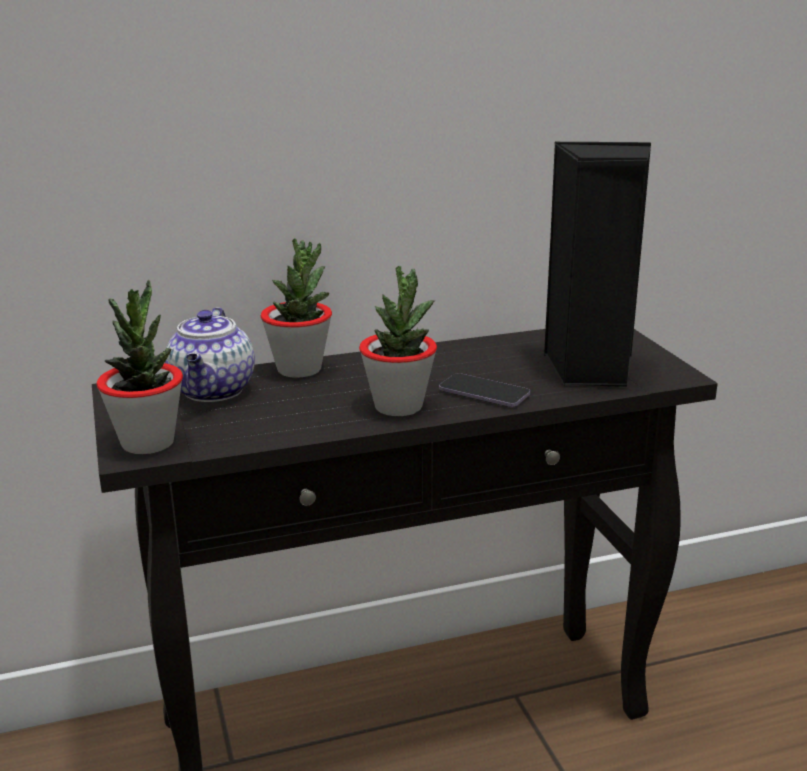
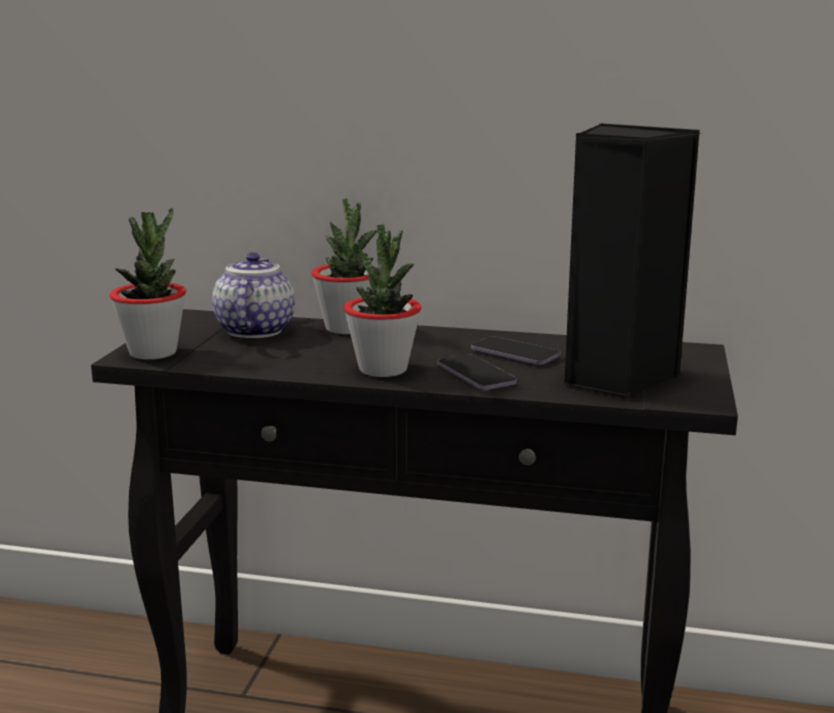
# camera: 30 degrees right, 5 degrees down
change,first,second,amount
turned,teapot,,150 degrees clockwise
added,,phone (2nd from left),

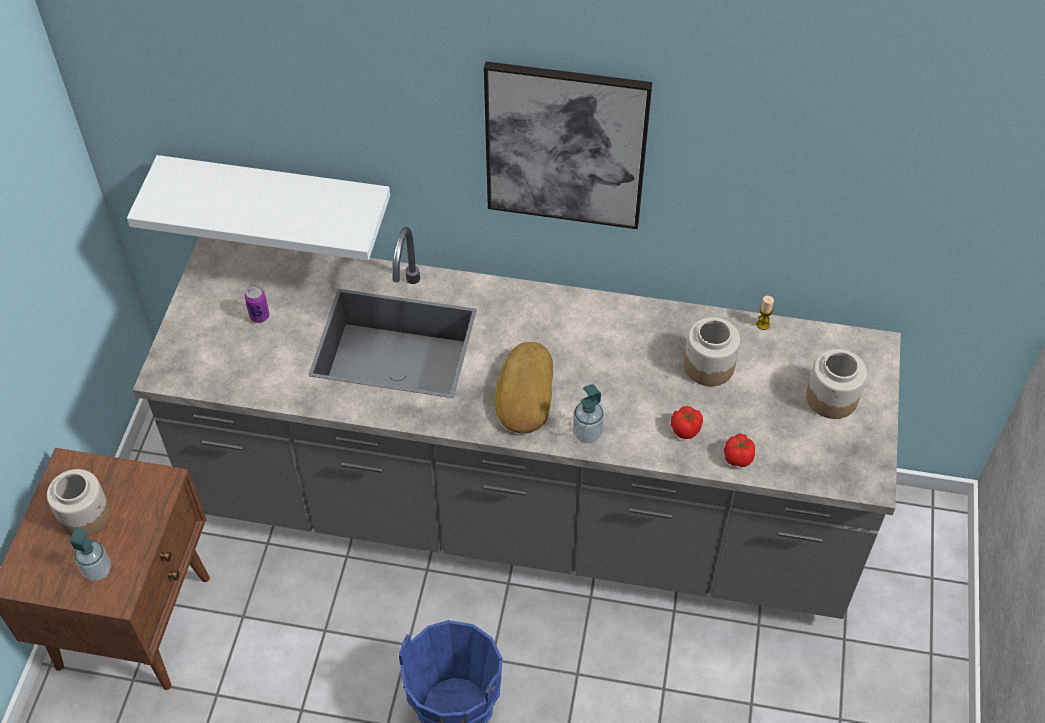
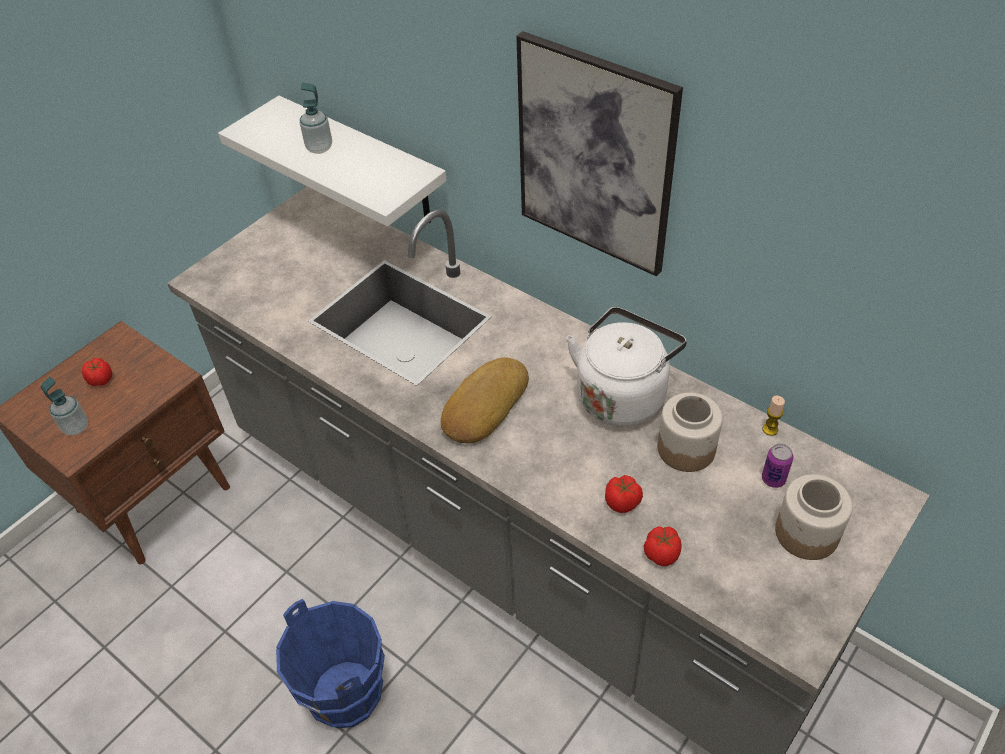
# camera: 30 degrees right, 5 degrees down
change,first,second,amount
replaced,jar (1st from left),tomato (1st from left),
moved,can,,
moved,soap dispenser (2nd from left),,
added,,kettle/white,

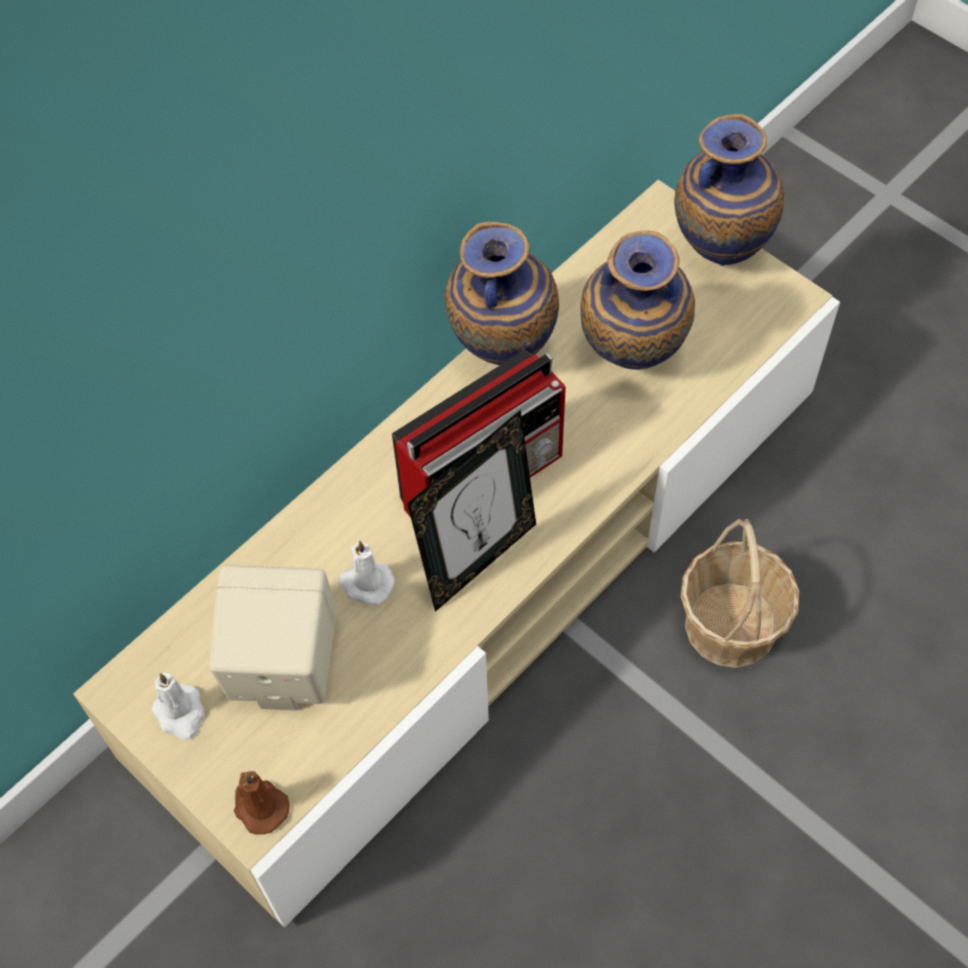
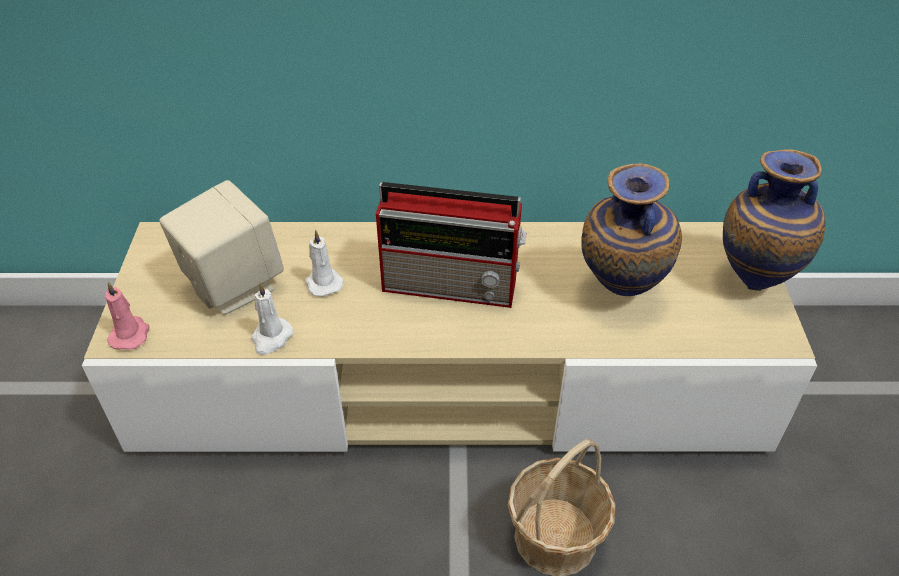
# camera: 45 degrees right, 15 degrees down
change,first,second,amount
moved,candle/white (1st from left),,
recoloured,candle/brown,candle/pink,
removed,picture frame,,
removed,vase (1st from left),,

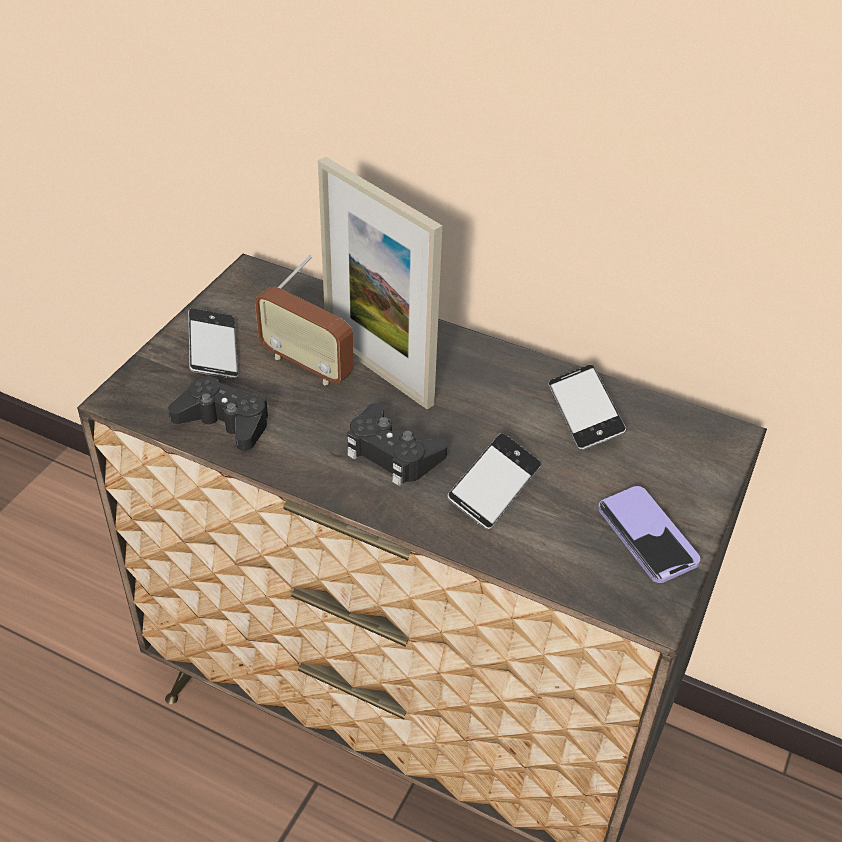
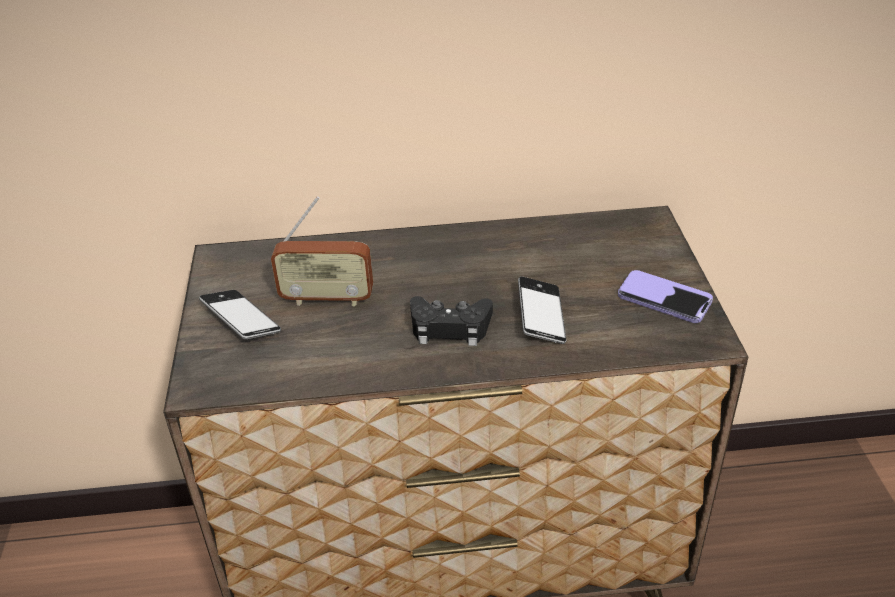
# camera: 30 degrees left, 5 degrees down
change,first,second,amount
removed,game controller/black (1st from left),,
removed,picture frame,,
removed,phone (3rd from left),,

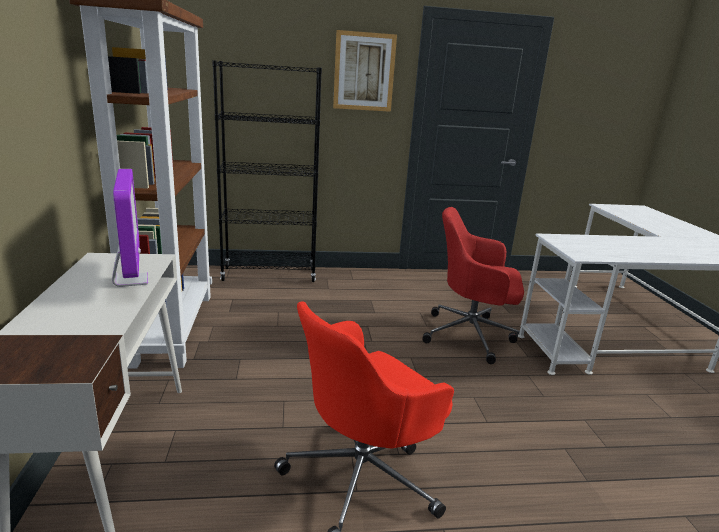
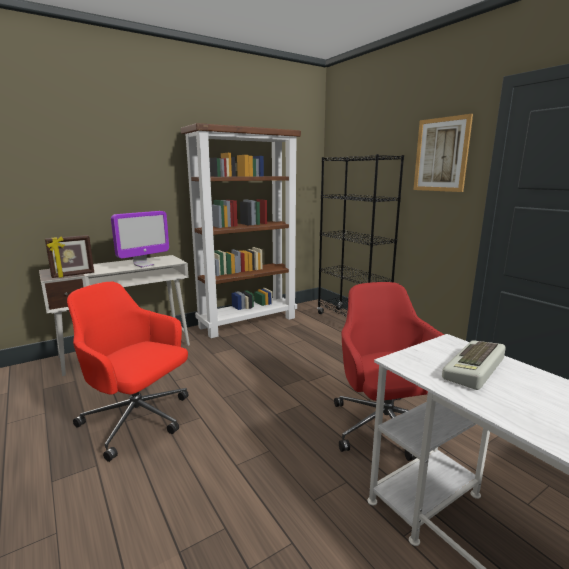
# camera: 65 degrees right, 5 degrees down
change,first,second,amount
added,,picture frame,
added,,keyboard,

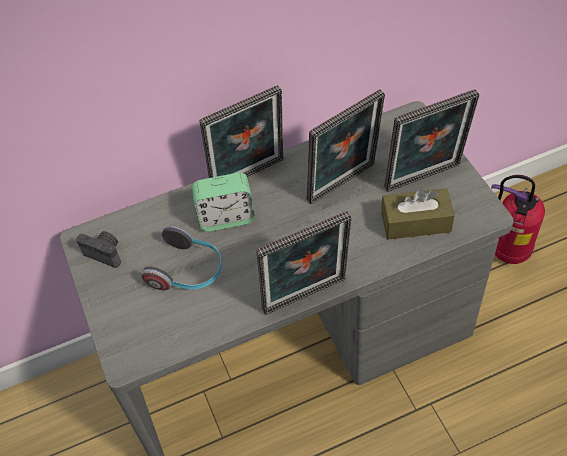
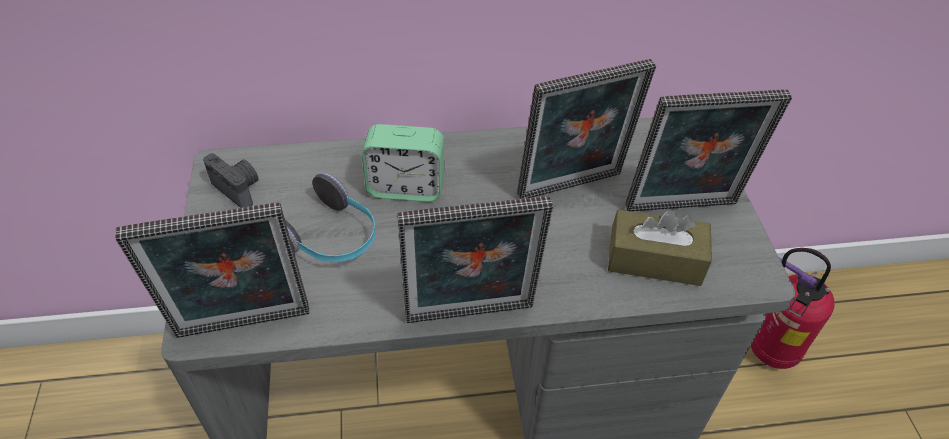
# camera: 10 degrees right, 5 degrees down
change,first,second,amount
moved,picture frame (1st from left),,

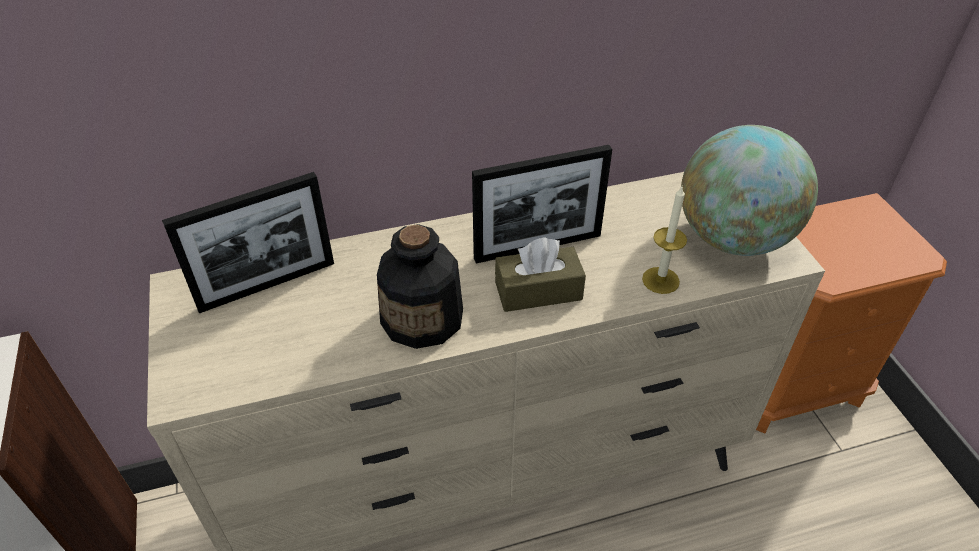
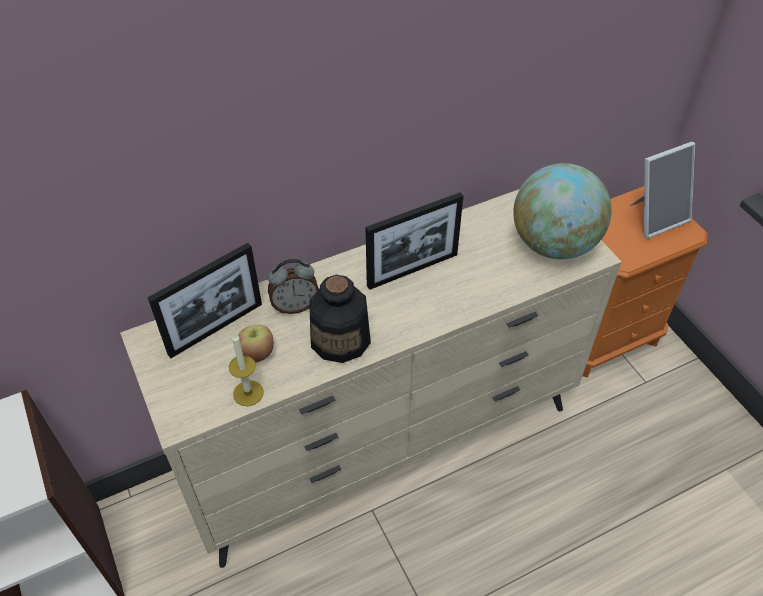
# camera: 10 degrees left, 5 degrees up
change,first,second,amount
removed,tissue box/brown,,
moved,candle,,
added,,apple,
added,,alarm clock,
added,,picture frame (3rd from left),

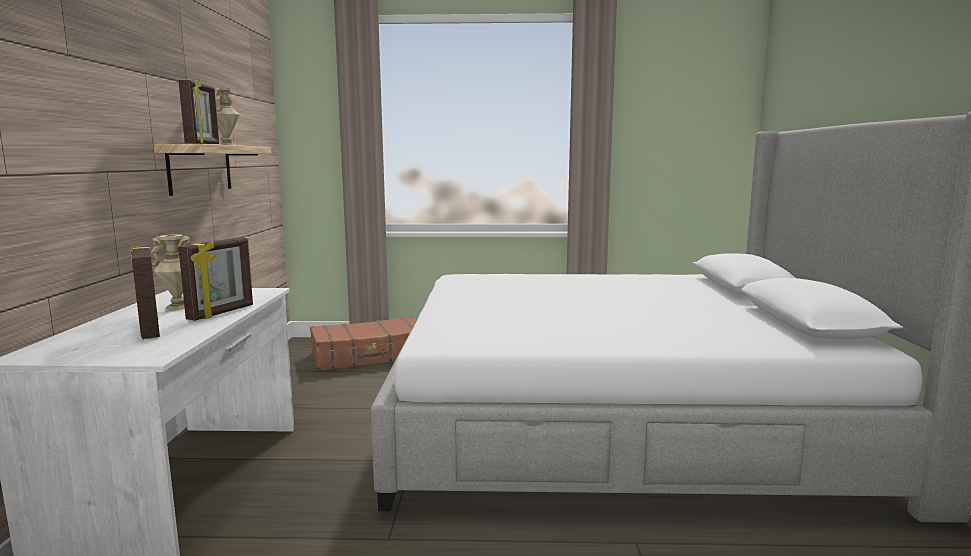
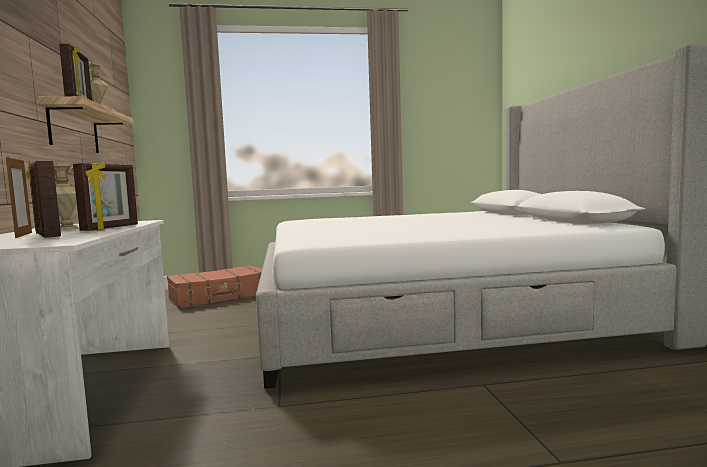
# camera: 10 degrees left, 5 degrees down
change,first,second,amount
added,,picture frame (1st from left),

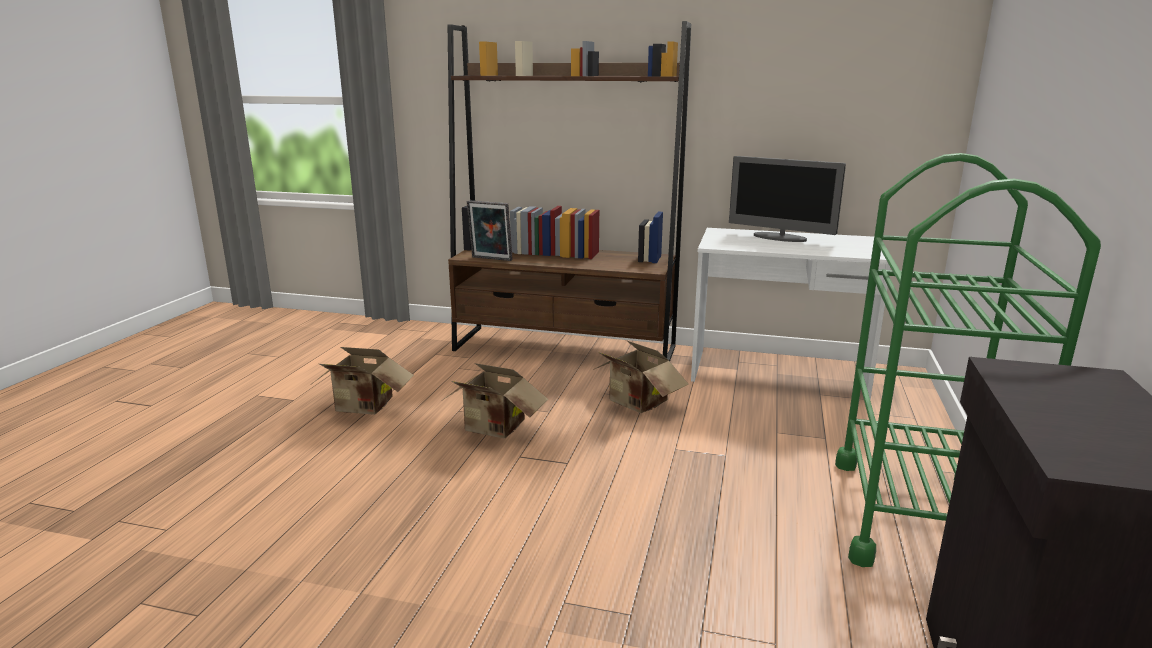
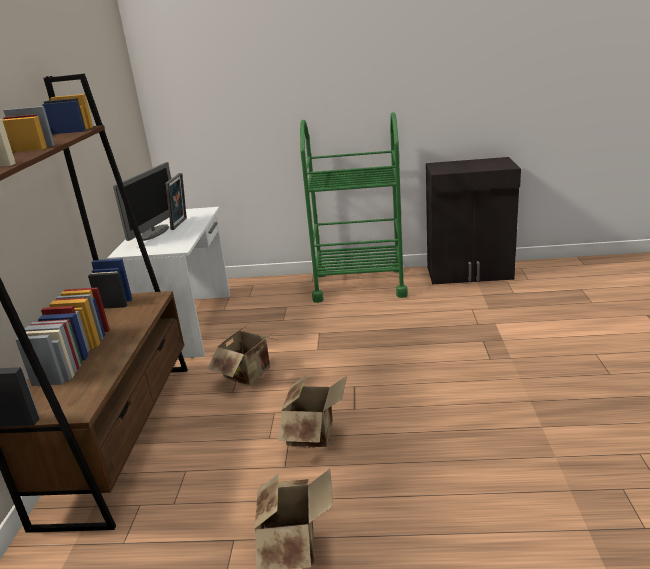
# camera: 100 degrees left, 5 degrees up
change,first,second,amount
moved,picture frame,,

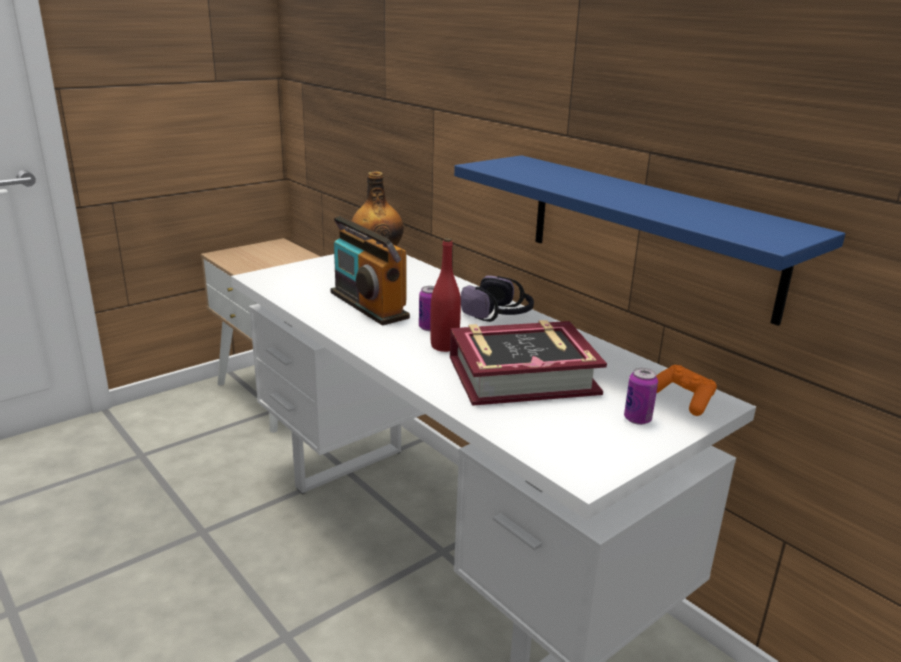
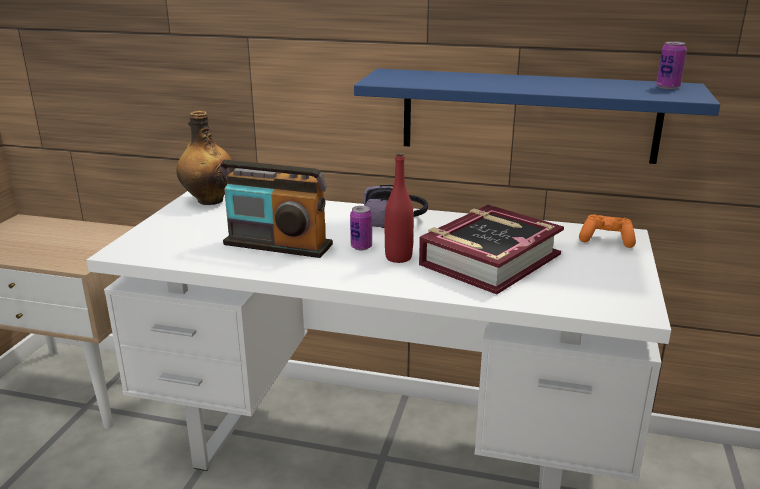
# camera: 35 degrees left, 0 degrees up
change,first,second,amount
moved,can (2nd from left),,

